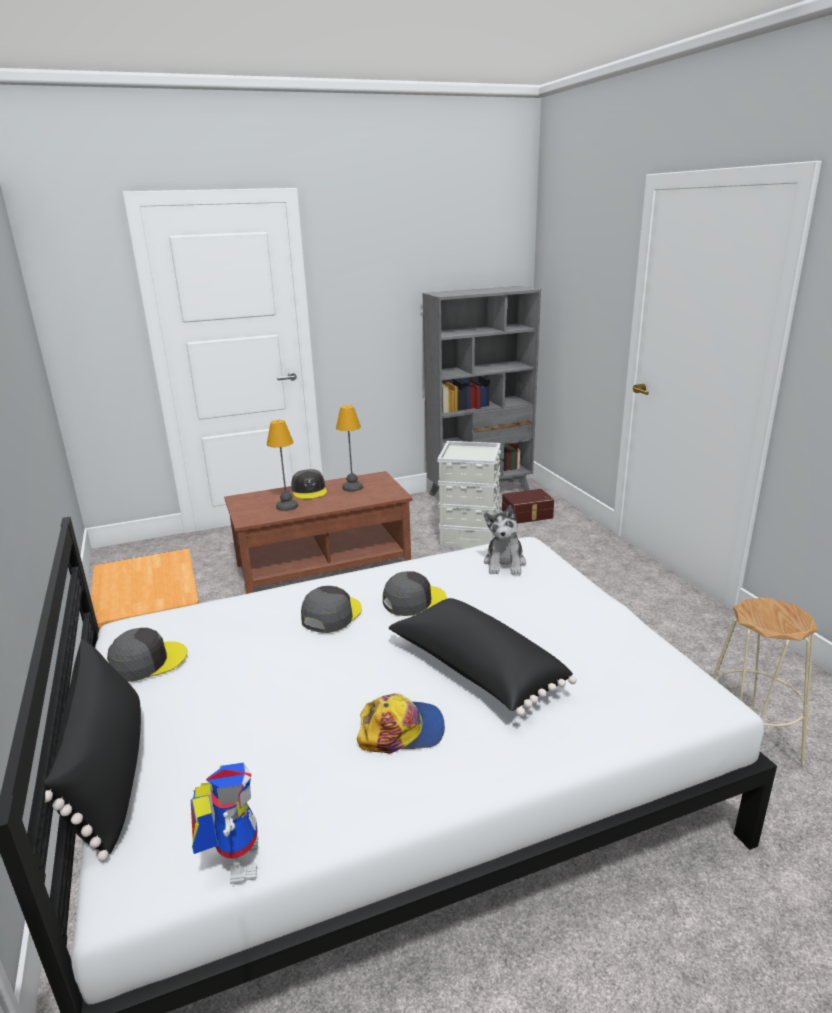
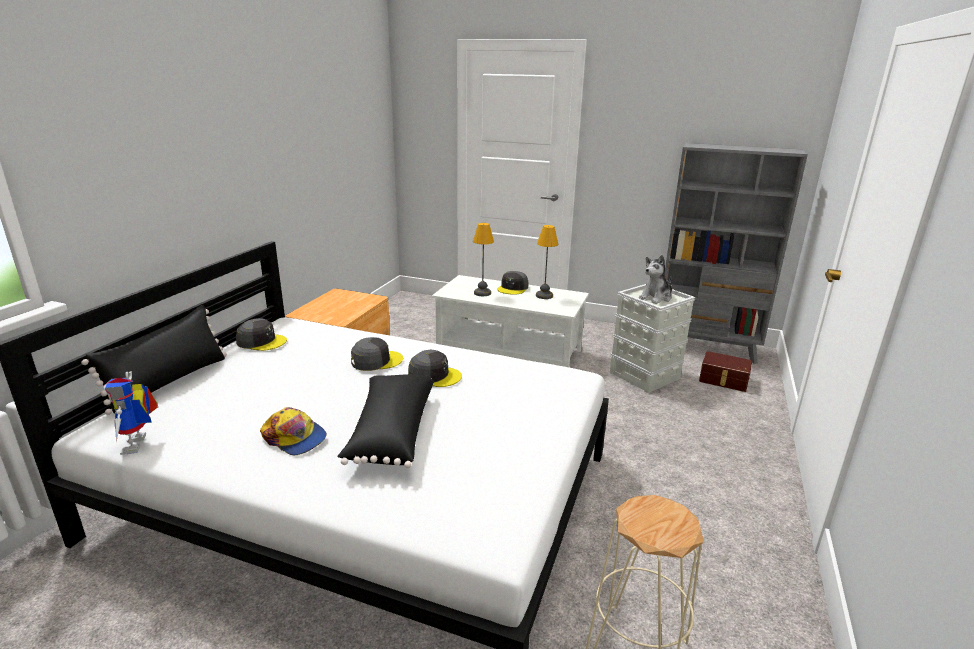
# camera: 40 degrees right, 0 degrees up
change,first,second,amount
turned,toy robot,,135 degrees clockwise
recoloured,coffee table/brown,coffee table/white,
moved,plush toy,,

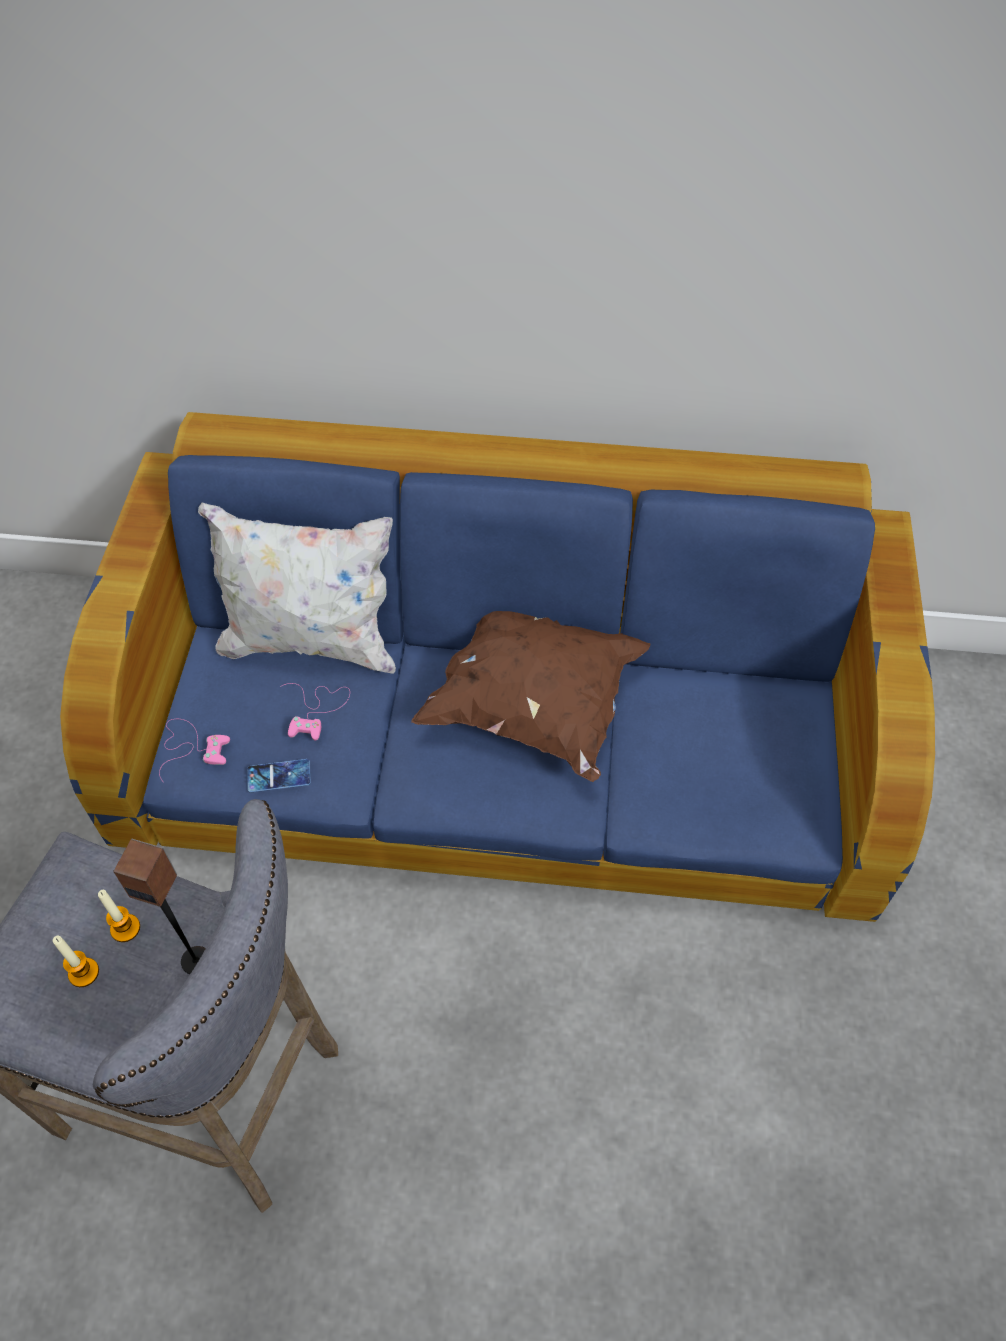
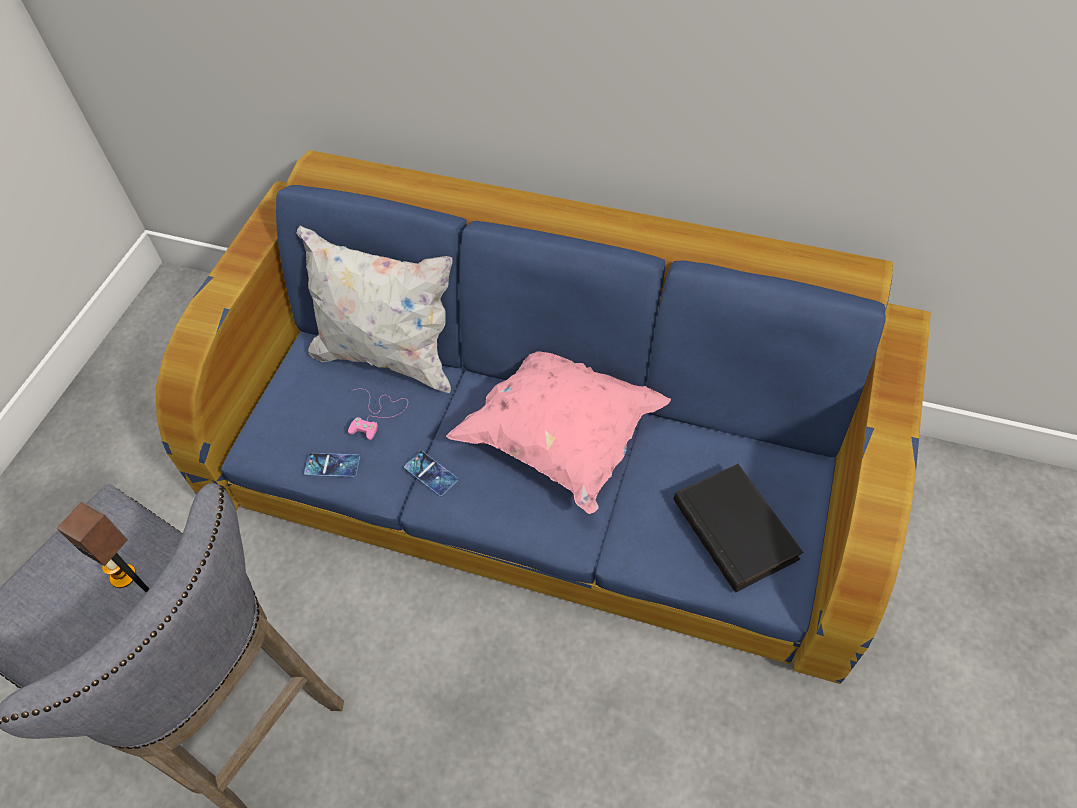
# camera: 15 degrees right, 0 degrees up
change,first,second,amount
removed,candle (1st from left),,
removed,game controller/pink (1st from left),,
recoloured,pillow/brown,pillow/pink,
added,,phone (2nd from left),
added,,book/black,

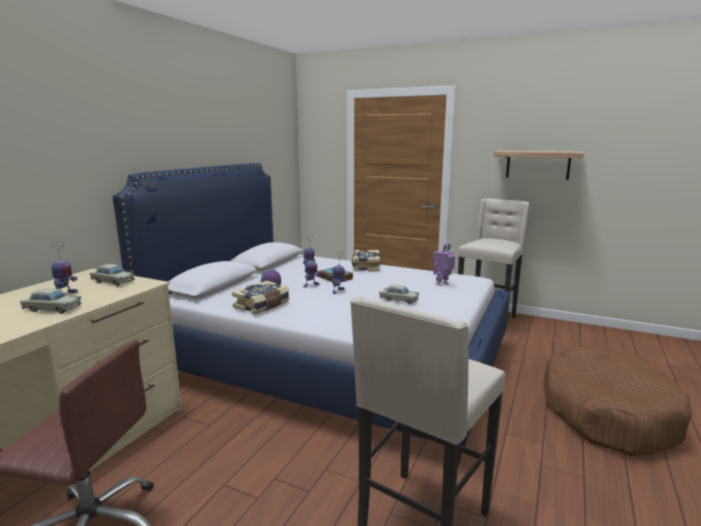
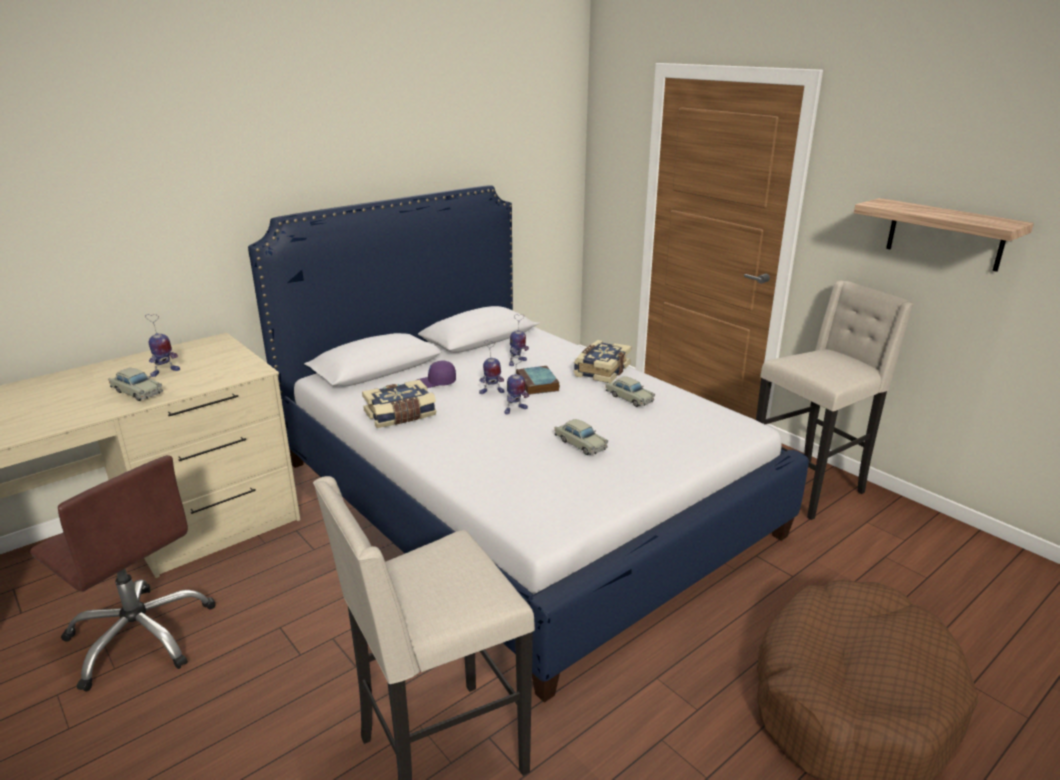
# camera: 25 degrees right, 10 degrees up
change,first,second,amount
moved,toy car/beige (2nd from left in the first image),toy car/beige (3rd from left),
removed,toy robot (5th from left),,

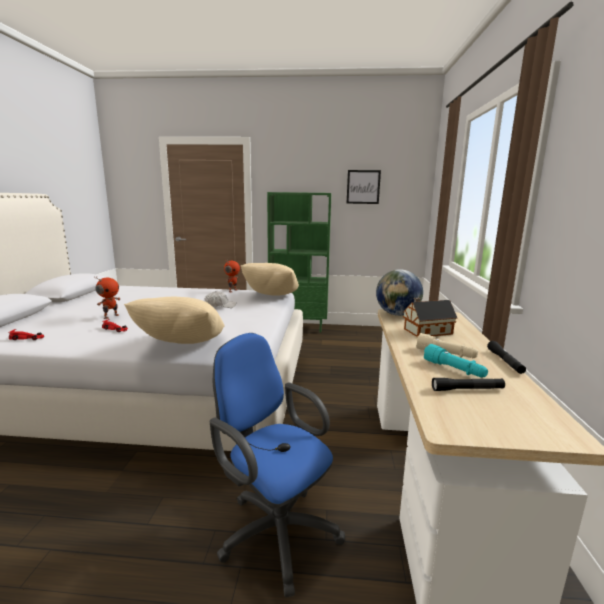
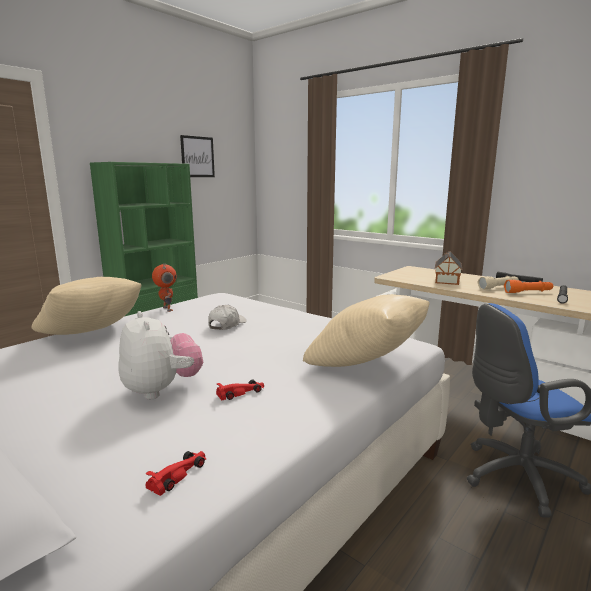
# camera: 55 degrees left, 0 degrees up
change,first,second,amount
replaced,toy robot (1st from left),plush toy,
moved,pillow/beige (2nd from left in the first image),pillow/beige (1st from left),
removed,globe,,
recoloured,flashlight/turquoise,flashlight/orange,

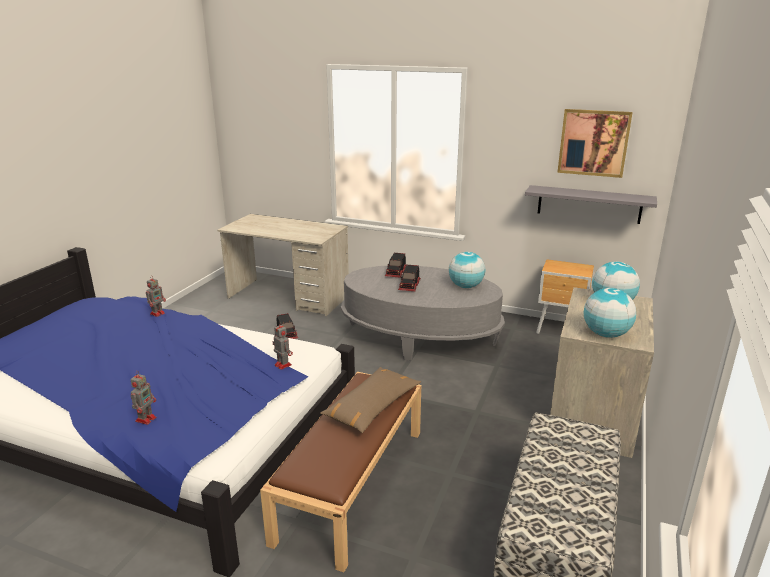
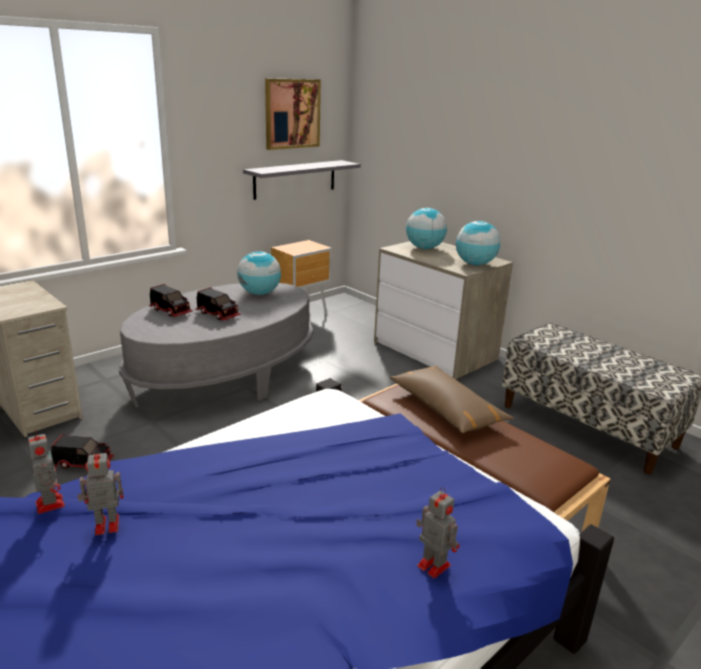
# camera: 65 degrees left, 0 degrees up
change,first,second,amount
moved,toy robot (3rd from left in the first image),toy robot (2nd from left),

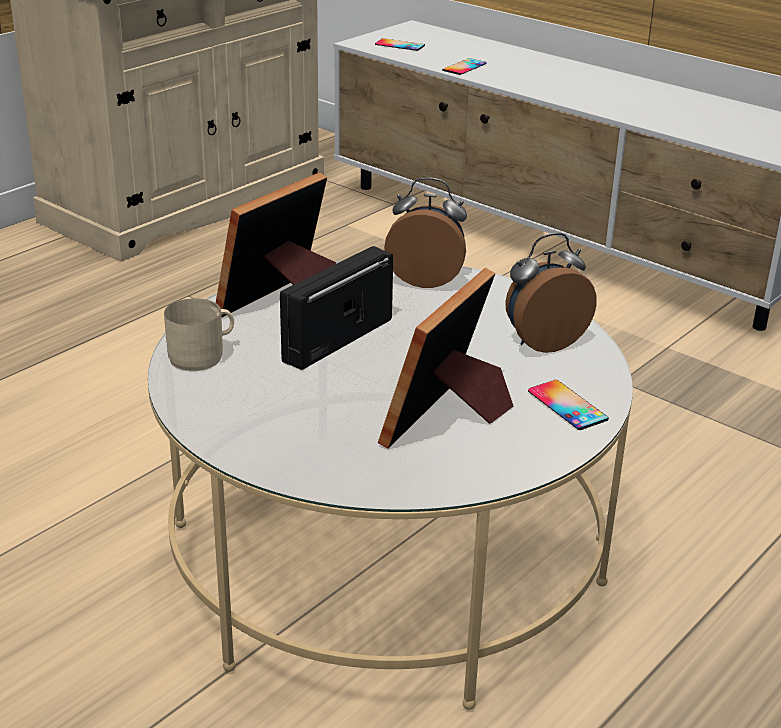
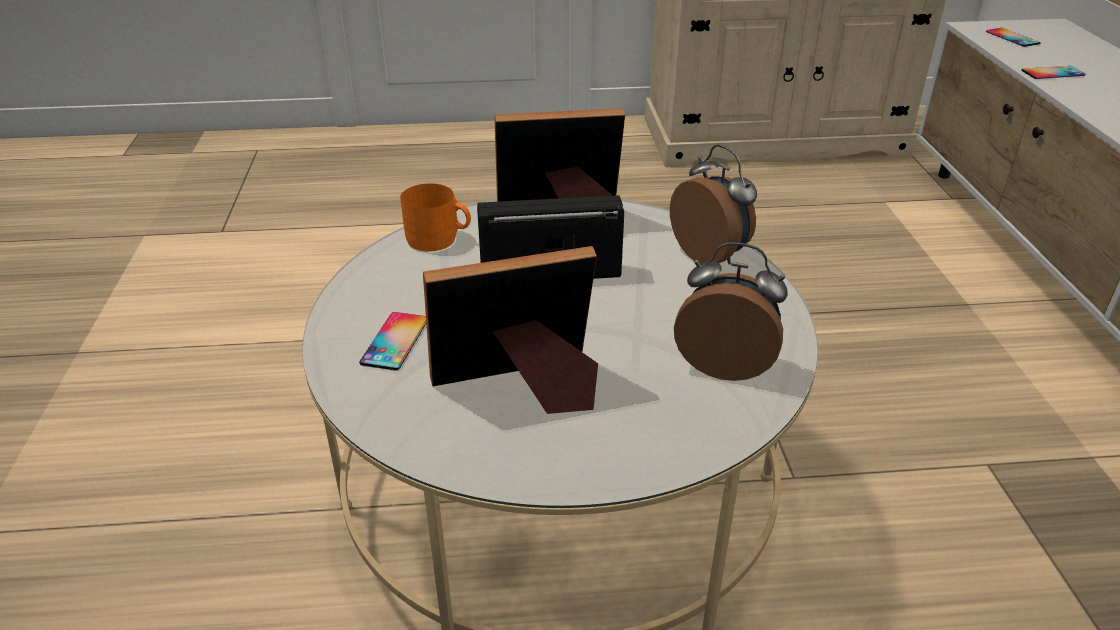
# camera: 45 degrees right, 5 degrees up
change,first,second,amount
recoloured,mug/beige,mug/orange,
moved,phone (3rd from left in the first image),phone (1st from left),

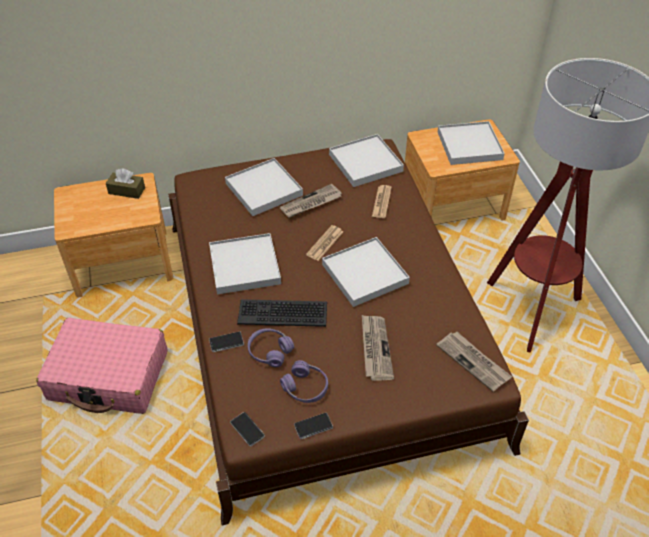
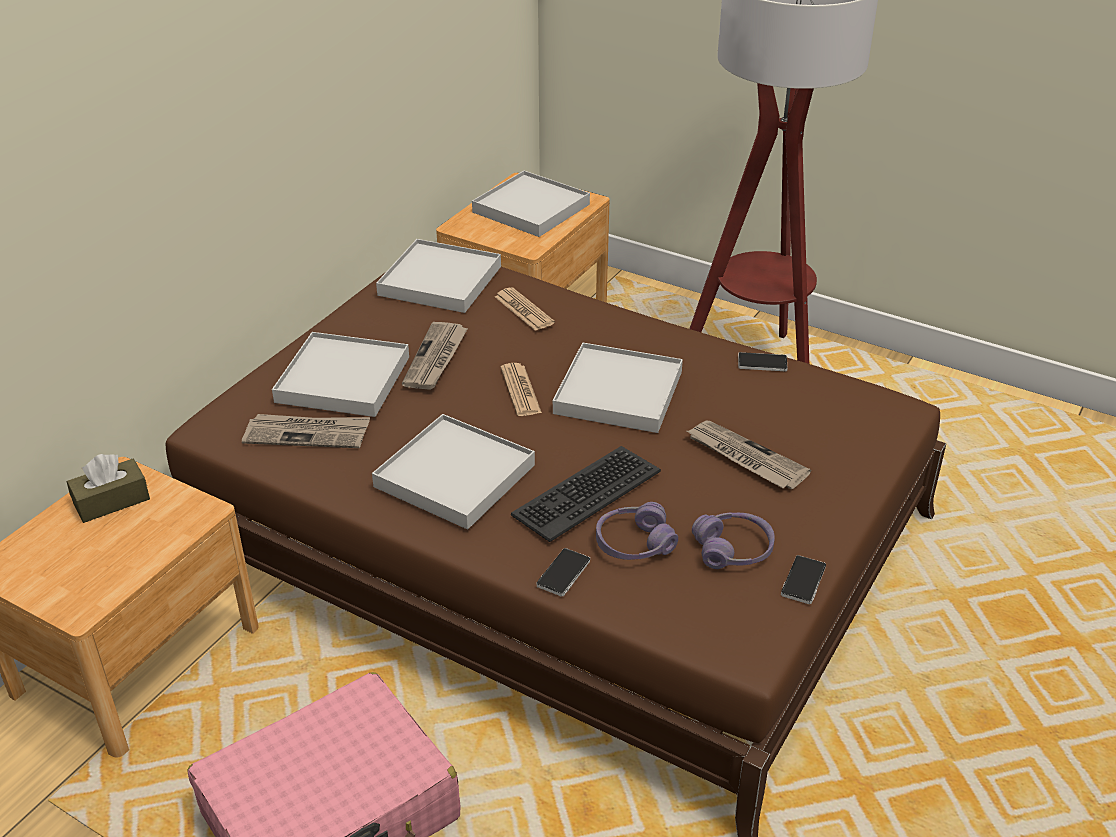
# camera: 45 degrees left, 10 degrees down
change,first,second,amount
moved,phone (2nd from left),,
moved,newspaper (5th from left in the first image),newspaper (1st from left),

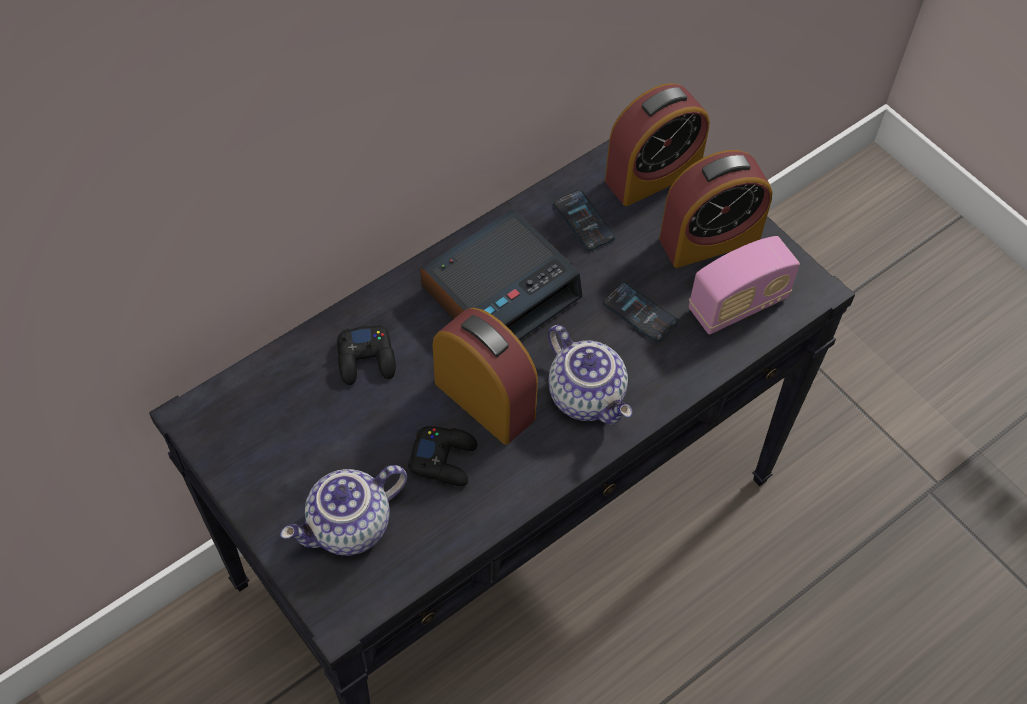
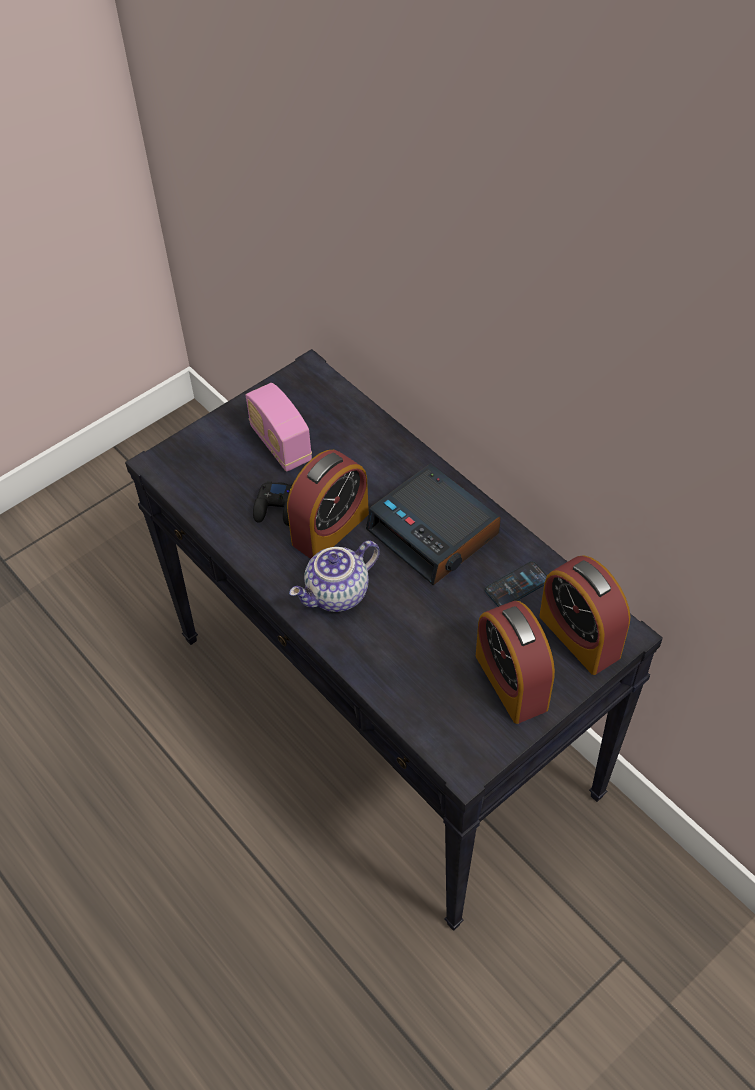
# camera: 90 degrees right, 5 degrees down
change,first,second,amount
removed,teapot (1st from left),,
removed,game controller/black (1st from left),,
removed,phone (2nd from left),,
moved,radio,,

